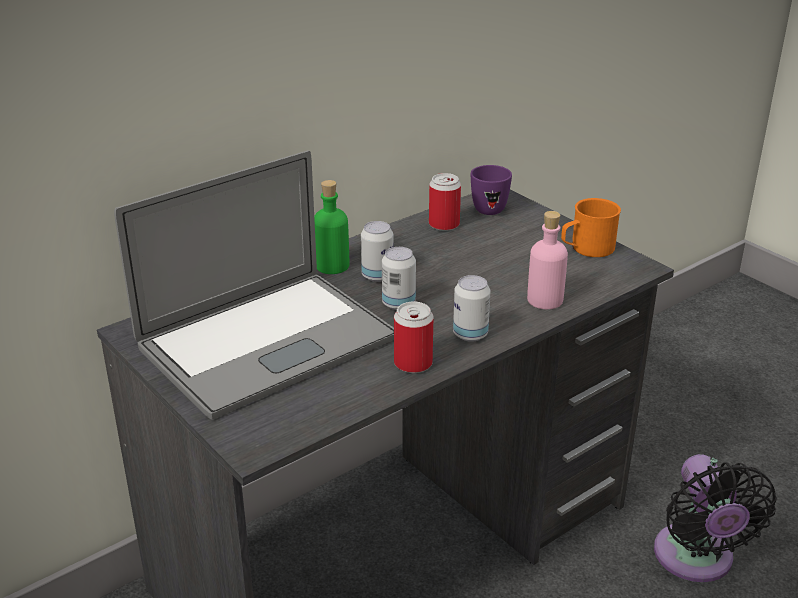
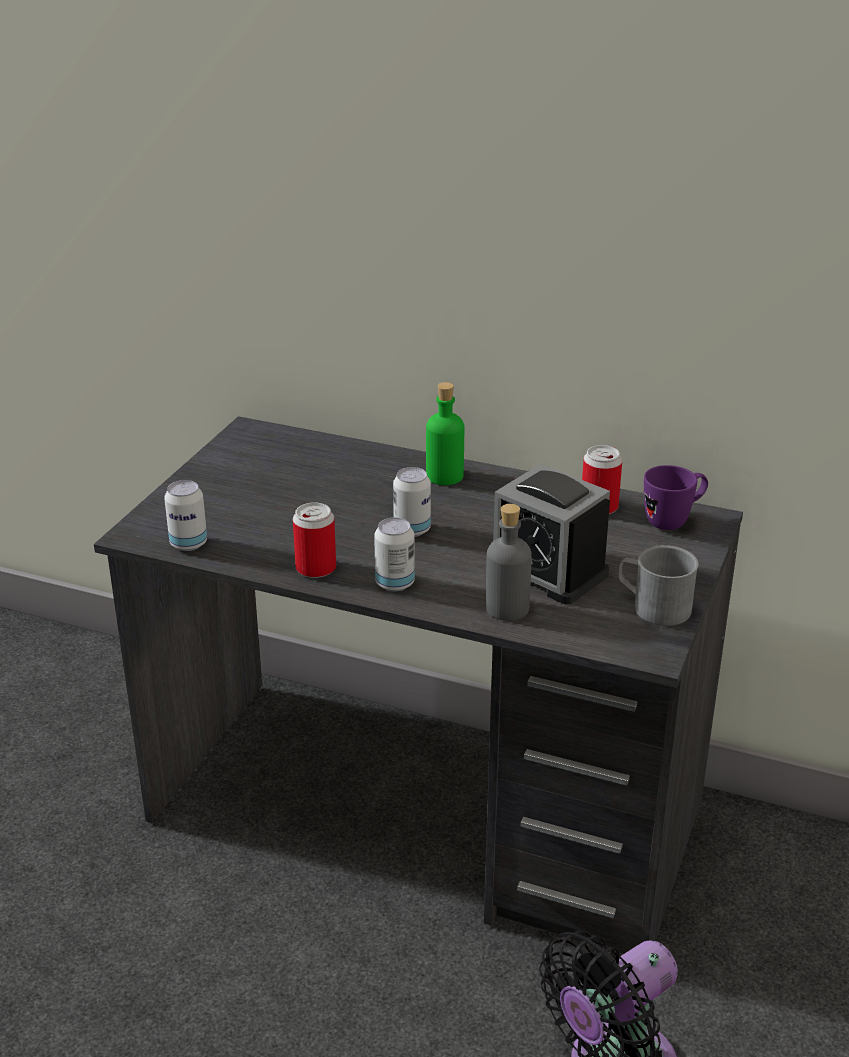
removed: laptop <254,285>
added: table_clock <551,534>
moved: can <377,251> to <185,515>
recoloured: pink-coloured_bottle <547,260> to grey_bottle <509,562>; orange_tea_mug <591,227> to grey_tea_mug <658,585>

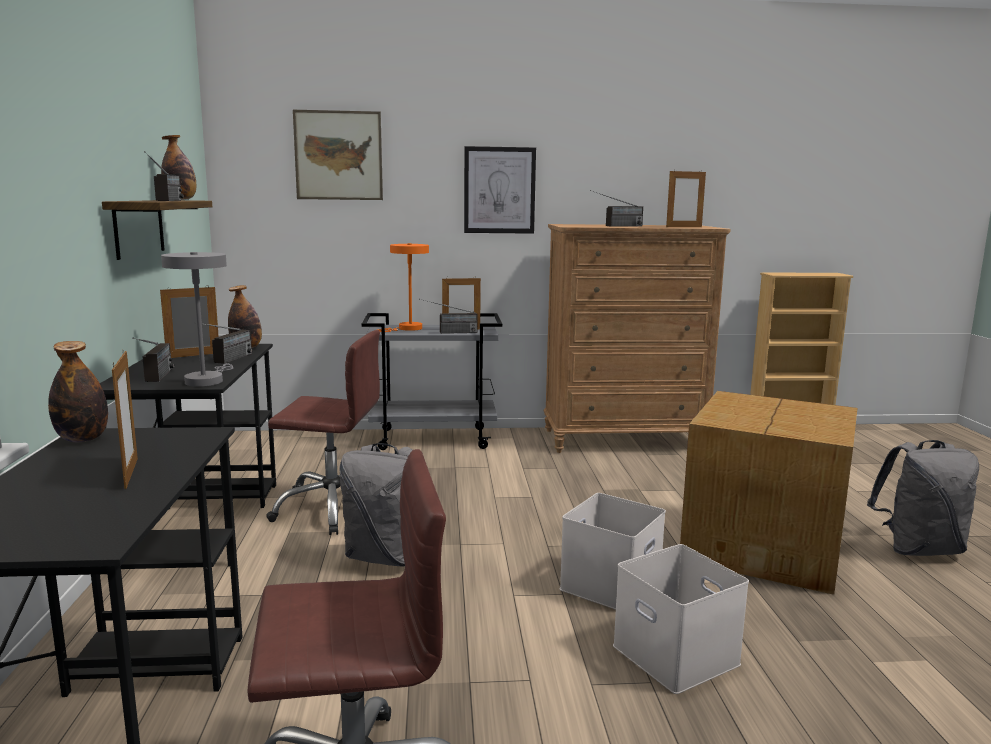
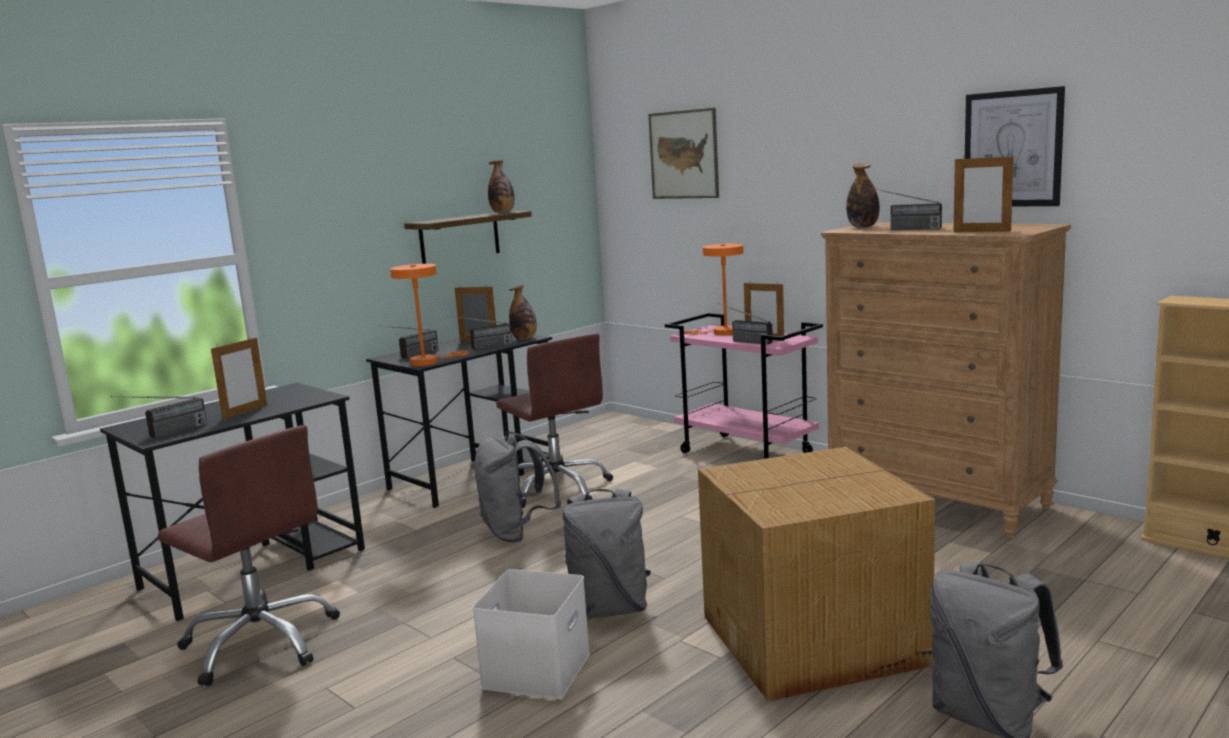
moved: bottle <78,391> to <863,196>; radio_receiver <164,176> to <159,417>; picture <500,190> to <1015,146>
replaced: white-coloured_storage_bin <612,551> to grey_backpack <606,553>
recoloured: grey_tabletop_lamp <197,319> to orange_tabletop_lamp <429,315>; grey_cart <432,381> to pink-coloured_cart <744,386>

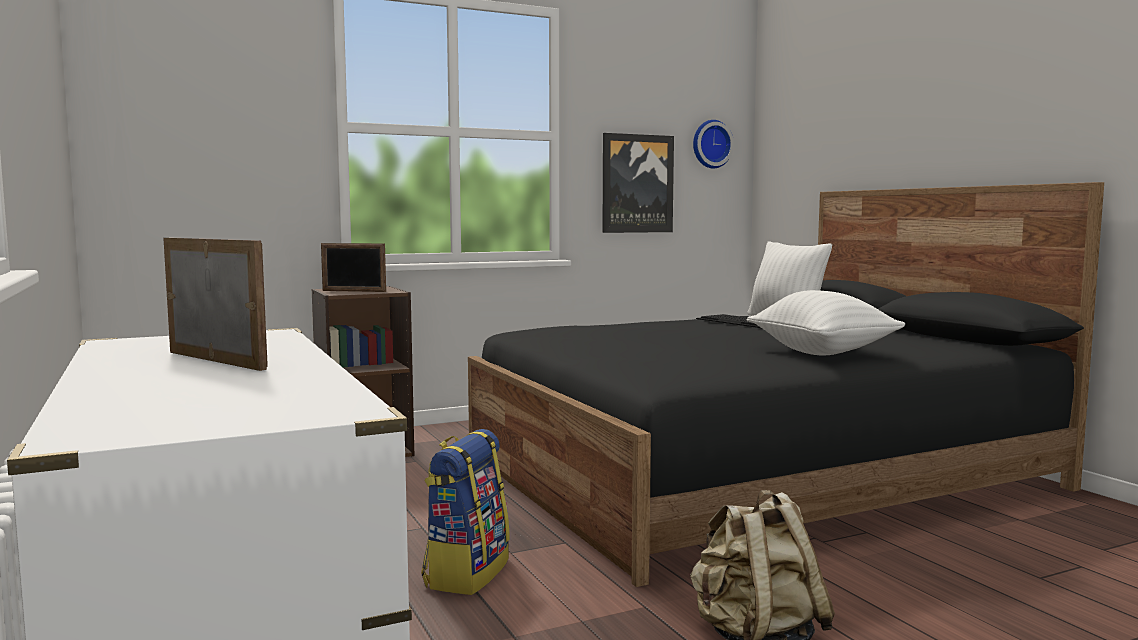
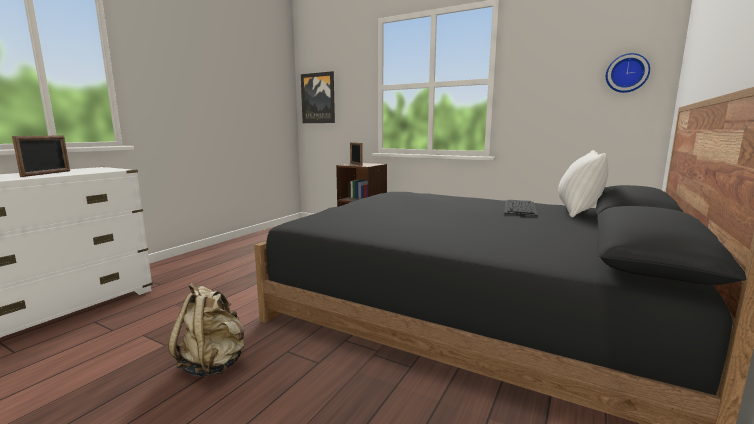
removed: backpack <465,512>; white-coloured_throw_pillow <826,322>
moved: picture <638,183> to <318,97>

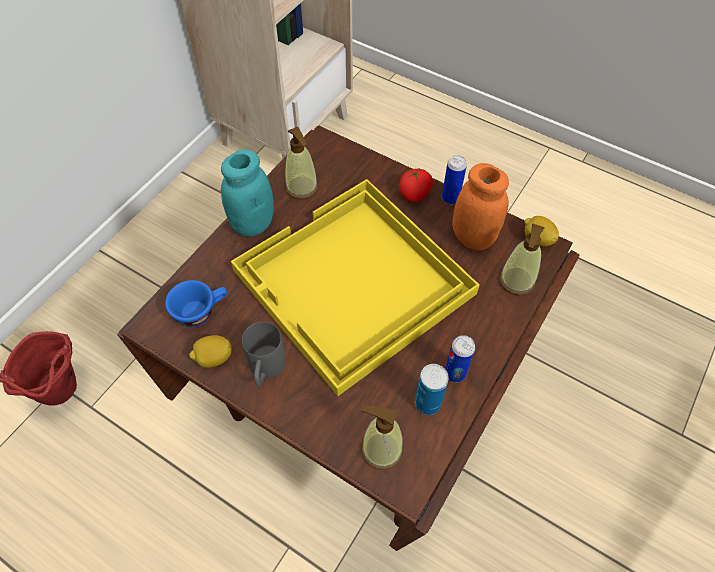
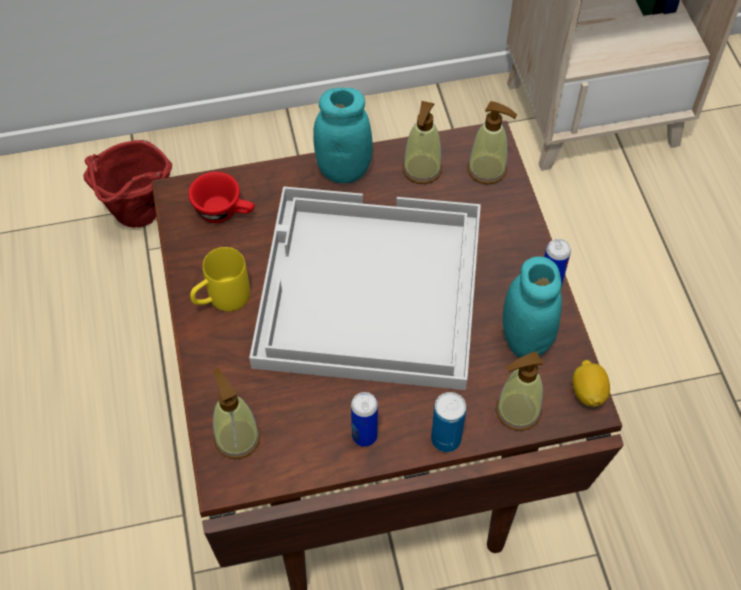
removed: lemon <210,351>; tomato <416,185>
added: soap_dispenser <492,143>
moved: can <432,389> to <448,422>
recoloured: blue-coloured_drinking_cup <196,303> to reddish_drinking_cup <221,197>; yellow-coloured_tray <355,287> to white-coloured_tray <365,288>; grey_tea_mug <264,354> to yellow-coloured_tea_mug <220,279>; orange_storage_jar <480,206> to turquoise-coloured_storage_jar <532,306>

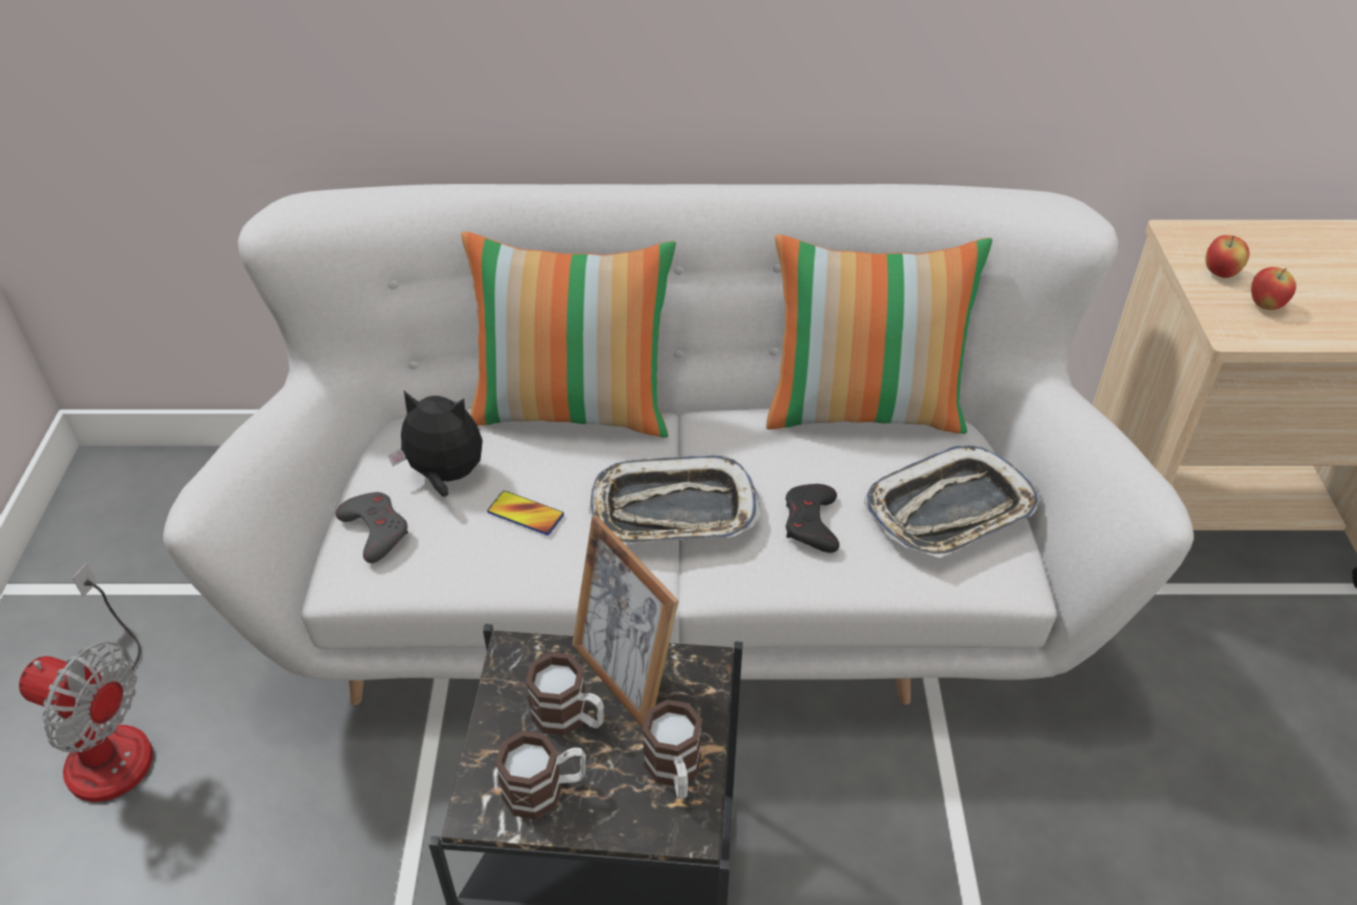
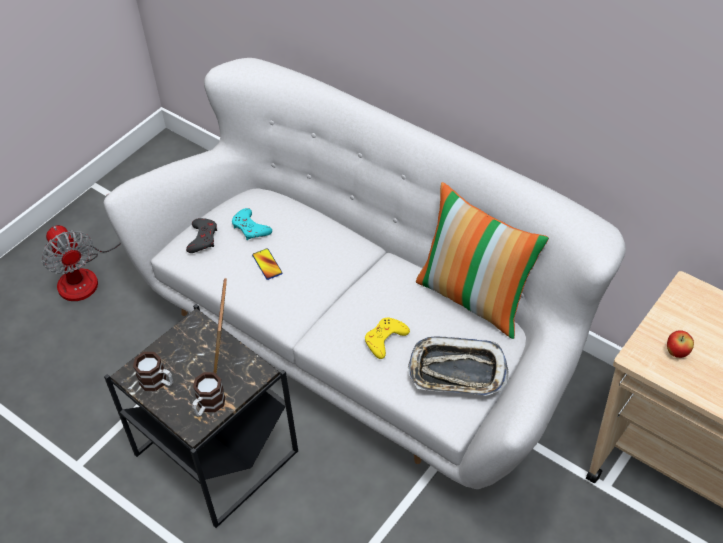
removed: throw_pillow <568,334>; tea_mug <565,694>; tray <675,499>; apple_fruit <1227,256>
replaced: plush_toy <435,444> to turquoise-coloured_gamepad <252,224>
recoloured: black-coloured_gamepad <812,518> to yellow-coloured_gamepad <387,338>

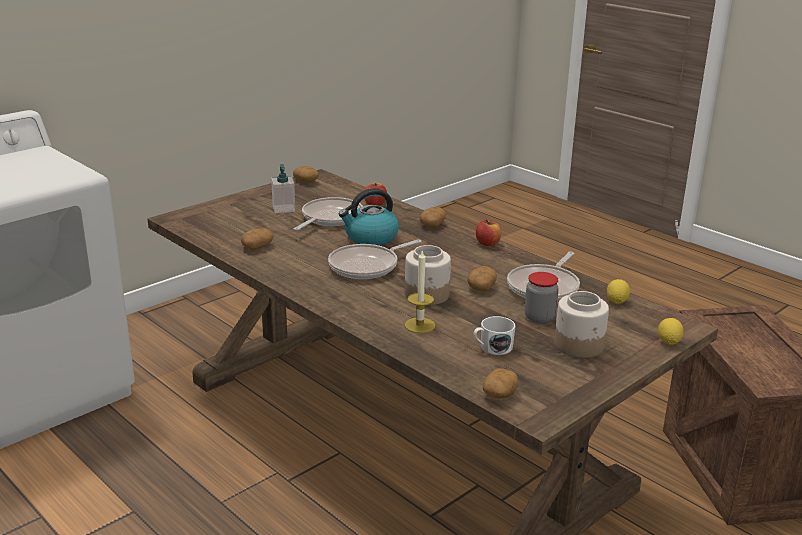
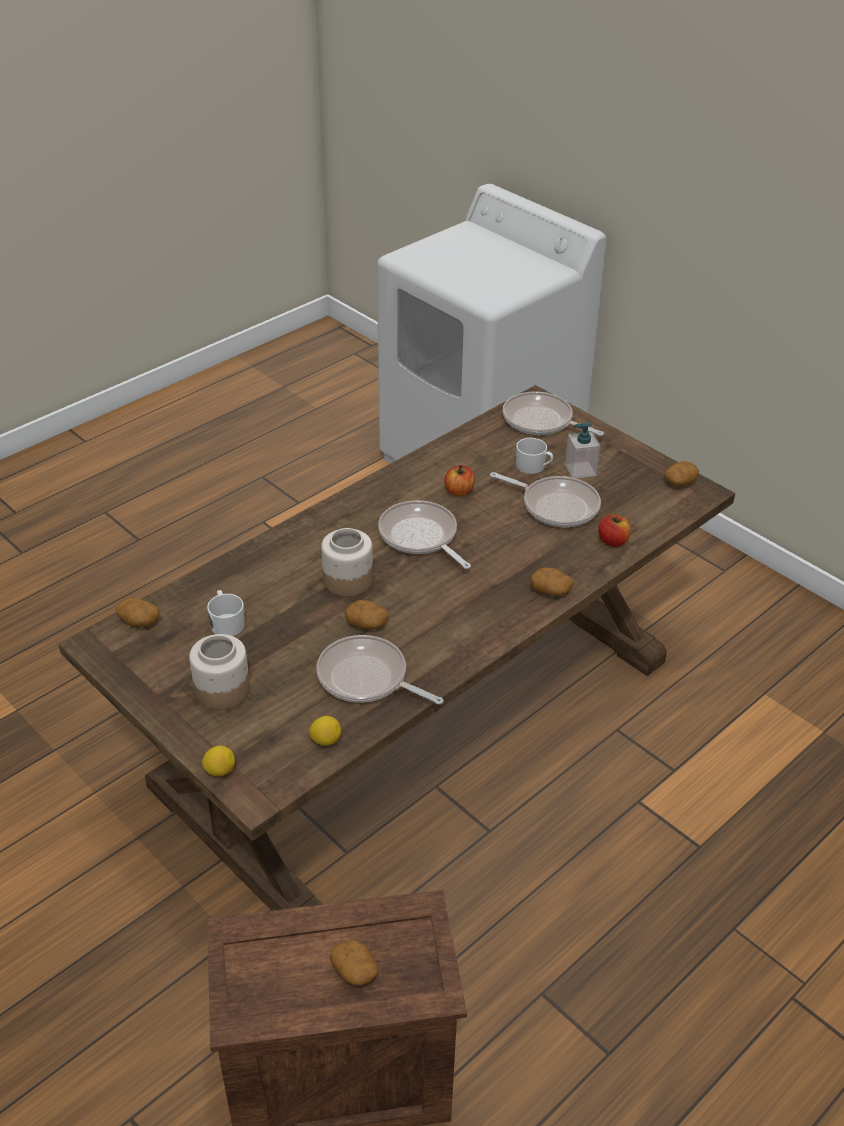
removed: water_kettle <369,216>; candle <420,292>; storage_jar <542,298>
added: frying_pan <553,413>; white-coloured_tea_mug <534,456>
moved: whole_potato <257,239> to <354,962>; apple_fruit <488,233> to <459,480>

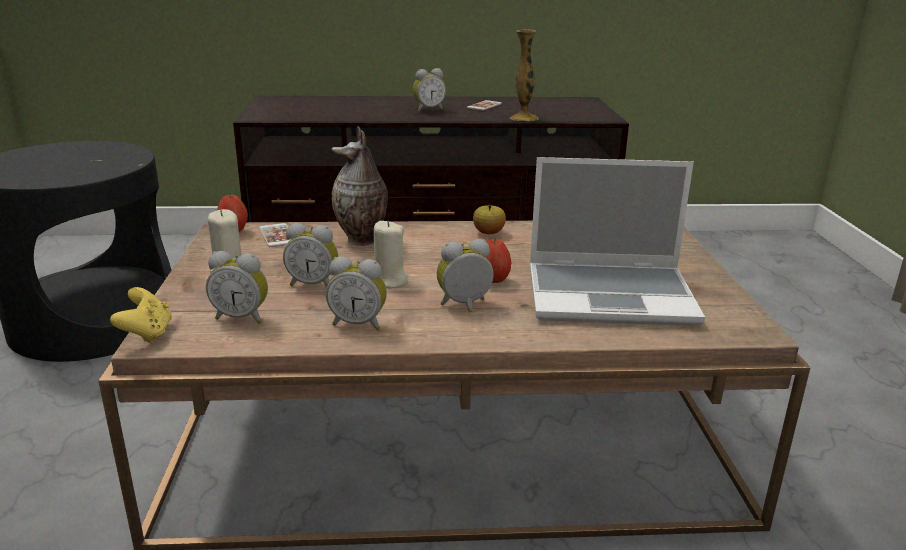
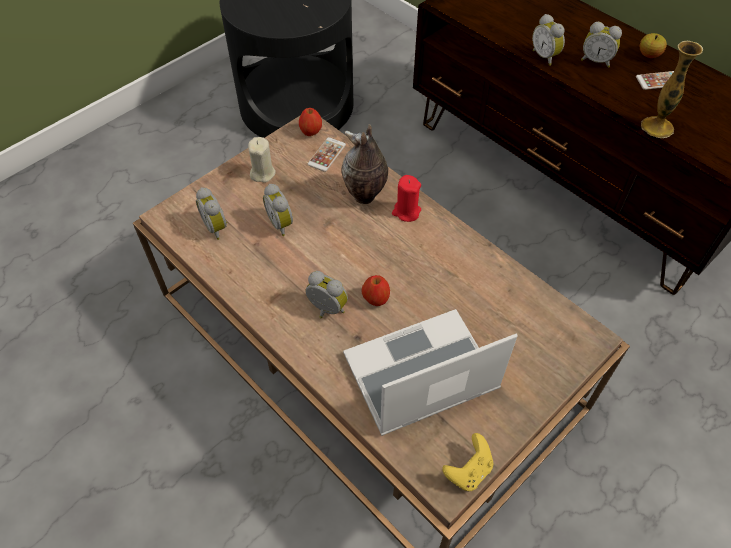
removed: beige-coloured_candle <391,254>
added: reddish_candle <406,198>
moved: yellow-coloured_gamepad <141,315> to <467,462>; table_clock <356,293> to <548,40>; apple_fruit <489,219> to <653,45>
turned: laptop <617,241> = <430,372> 105 degrees clockwise

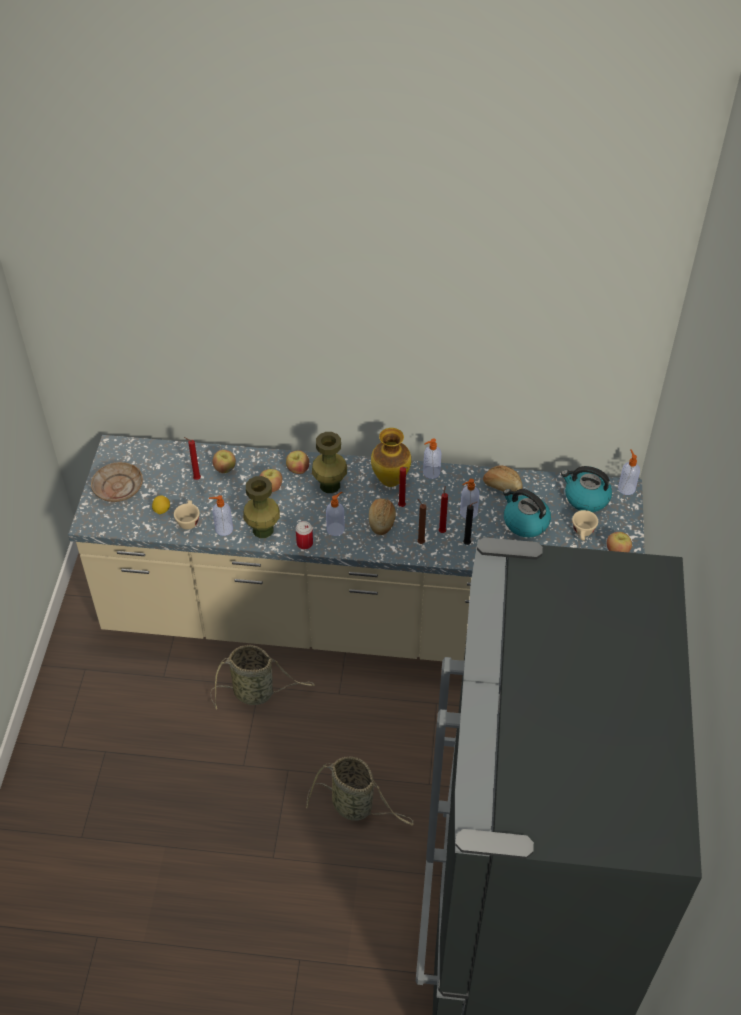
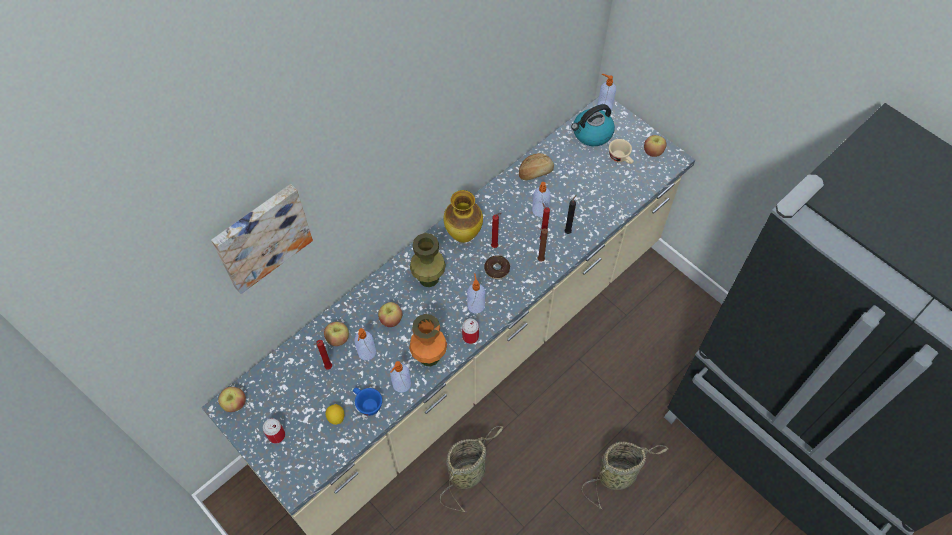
removed: water_kettle <527,513>
added: picture <262,239>
moved: apple_fruit <297,462> to <232,399>; soap_dispenser <432,458> to <365,344>
replaced: beige-coloured_flat_dish <117,482> to can <274,431>; bread <382,517> to ring_doughnut <497,267>
recoloured: beige-coloured_drinking_cup <187,515> to blue-coloured_drinking_cup <367,402>; greenish_flower_vase <261,507> to orange_flower_vase <428,340>

